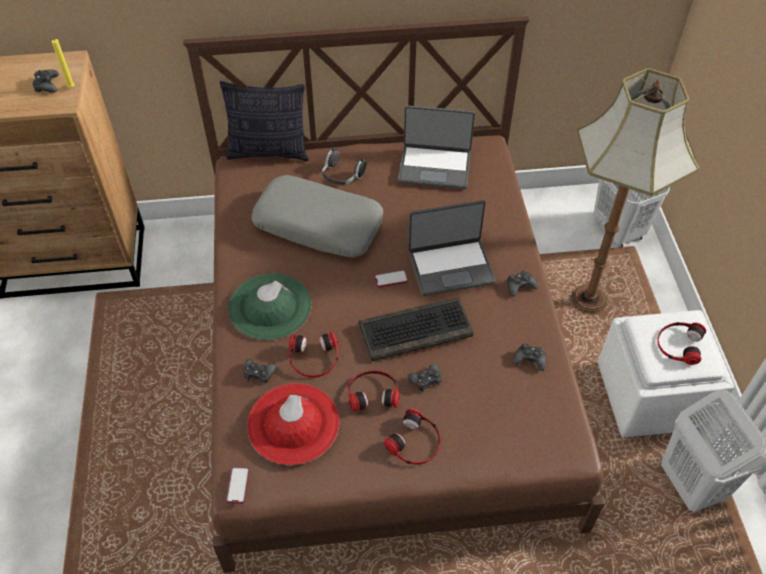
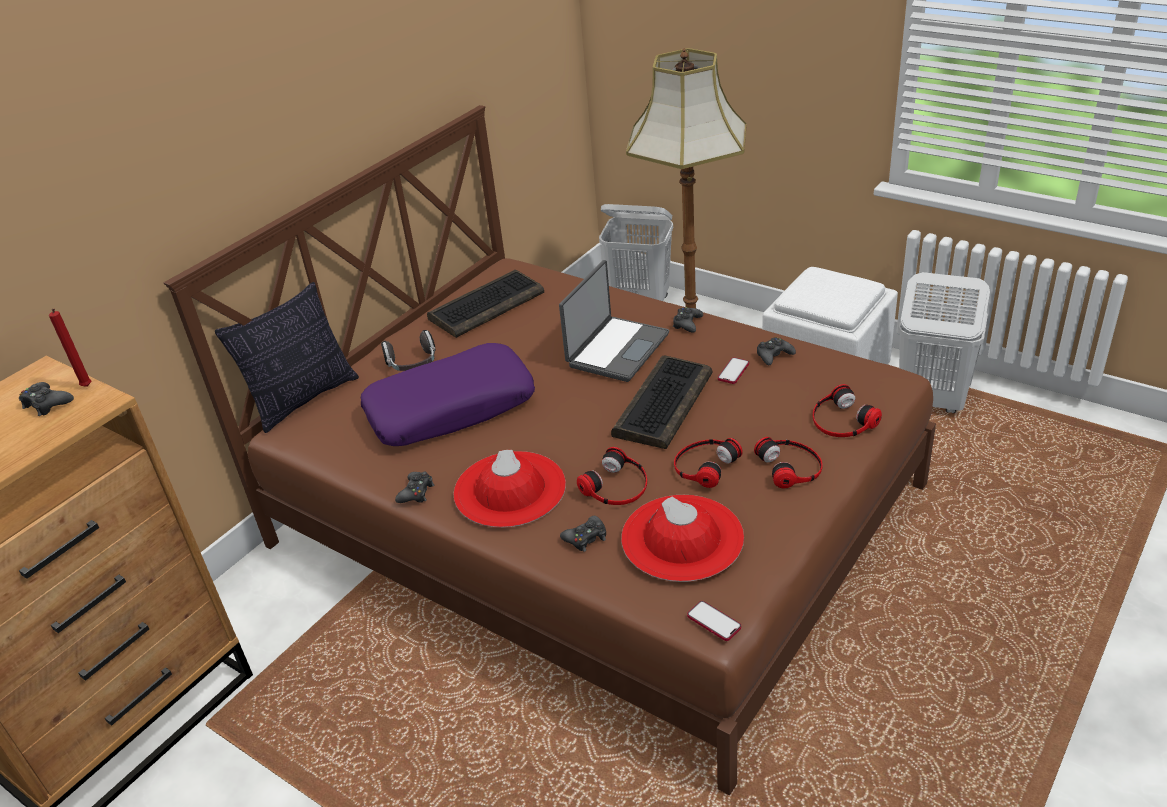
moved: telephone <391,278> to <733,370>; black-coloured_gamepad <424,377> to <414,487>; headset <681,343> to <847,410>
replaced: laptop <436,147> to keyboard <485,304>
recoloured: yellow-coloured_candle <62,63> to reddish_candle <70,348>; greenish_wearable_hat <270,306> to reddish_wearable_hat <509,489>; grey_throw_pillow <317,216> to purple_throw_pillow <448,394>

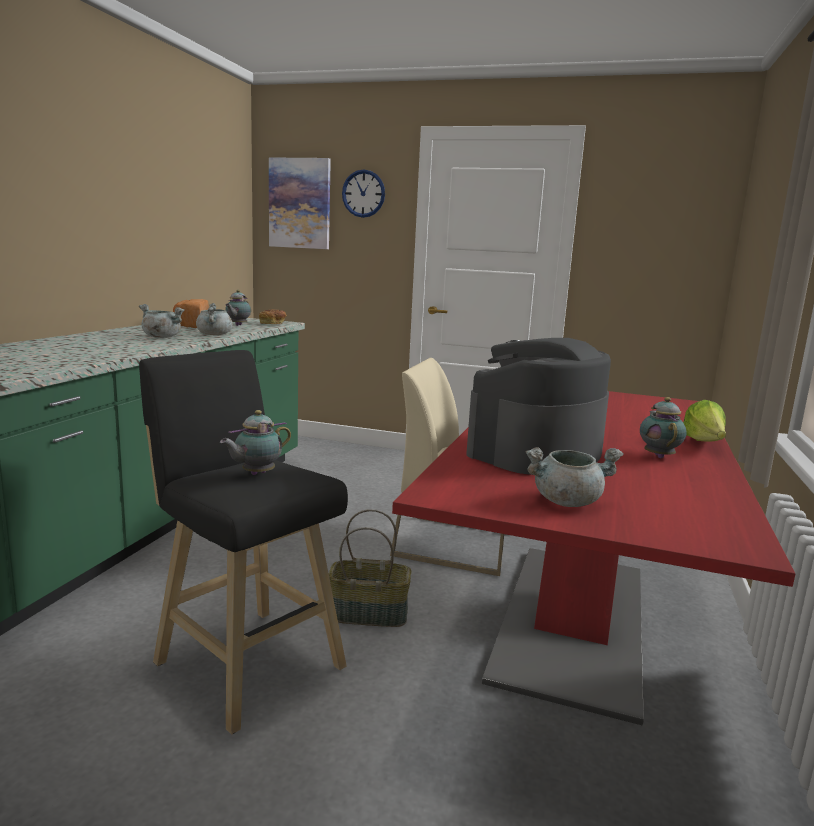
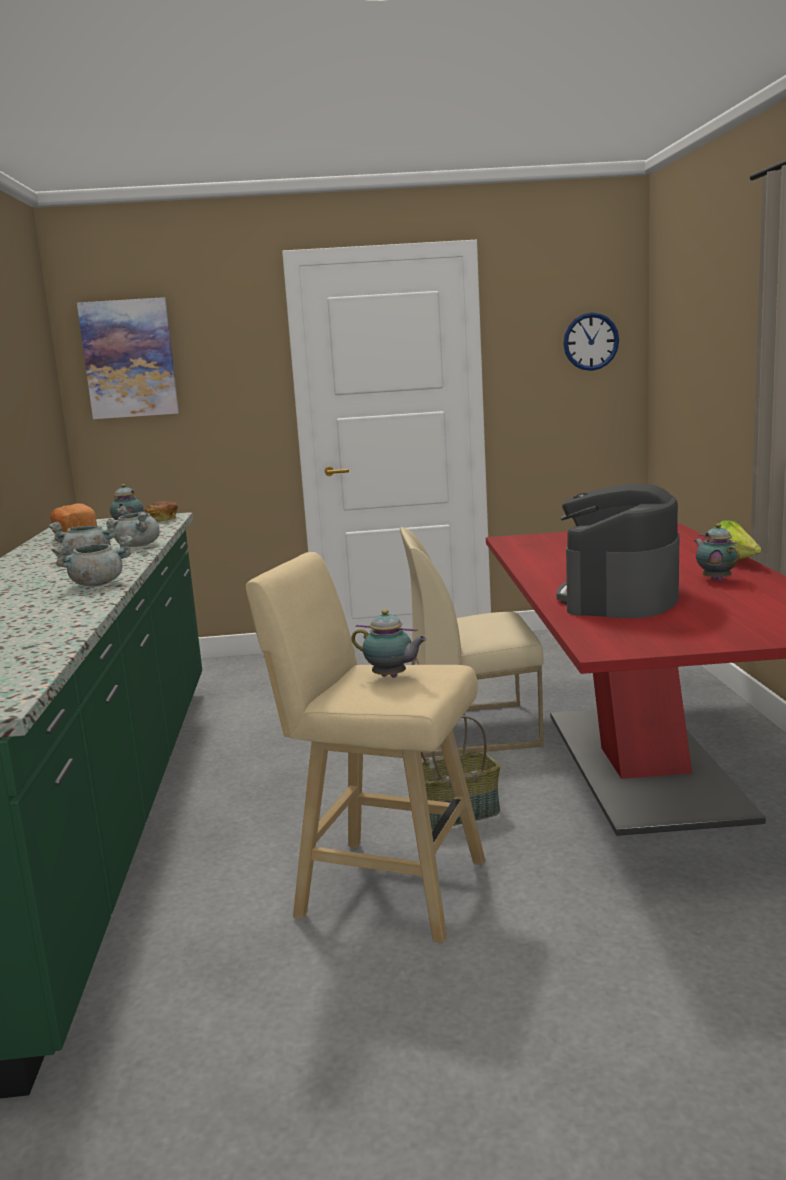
moved: wall_clock <363,193> to <591,342>; grey_saucepot <575,477> to <92,561>
recoloured: black-coloured_stool <243,542> to beige-coloured_stool <365,747>
turned: teapot <255,442> = <389,643> 90 degrees counterclockwise

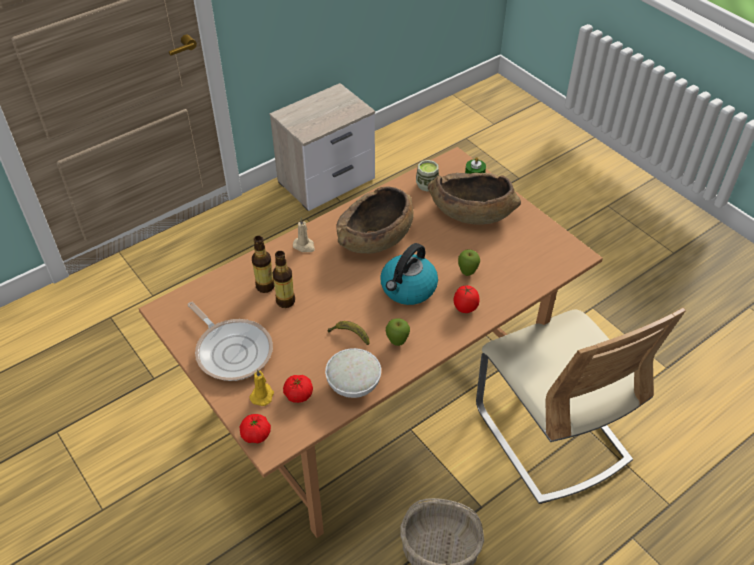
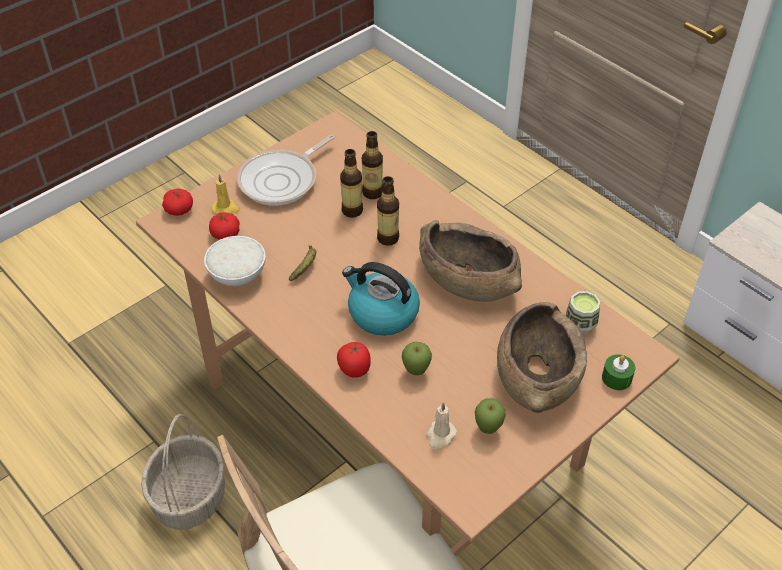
added: bottle <388,211>
moved: beige-coloured_candle <304,235> to <442,425>; apple_fruit <398,332> to <490,416>

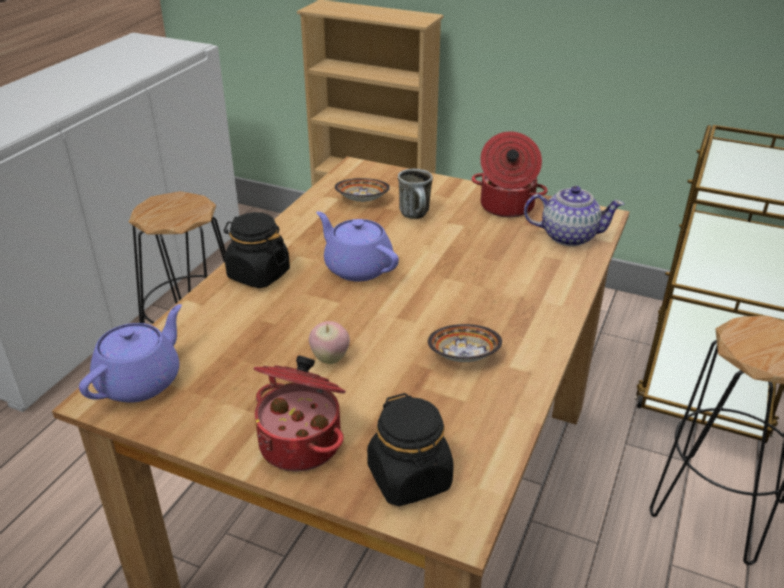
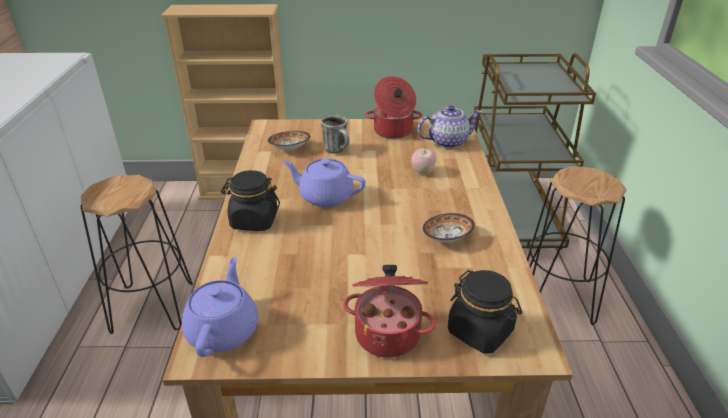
moved: apple_fruit <329,342> to <423,161>

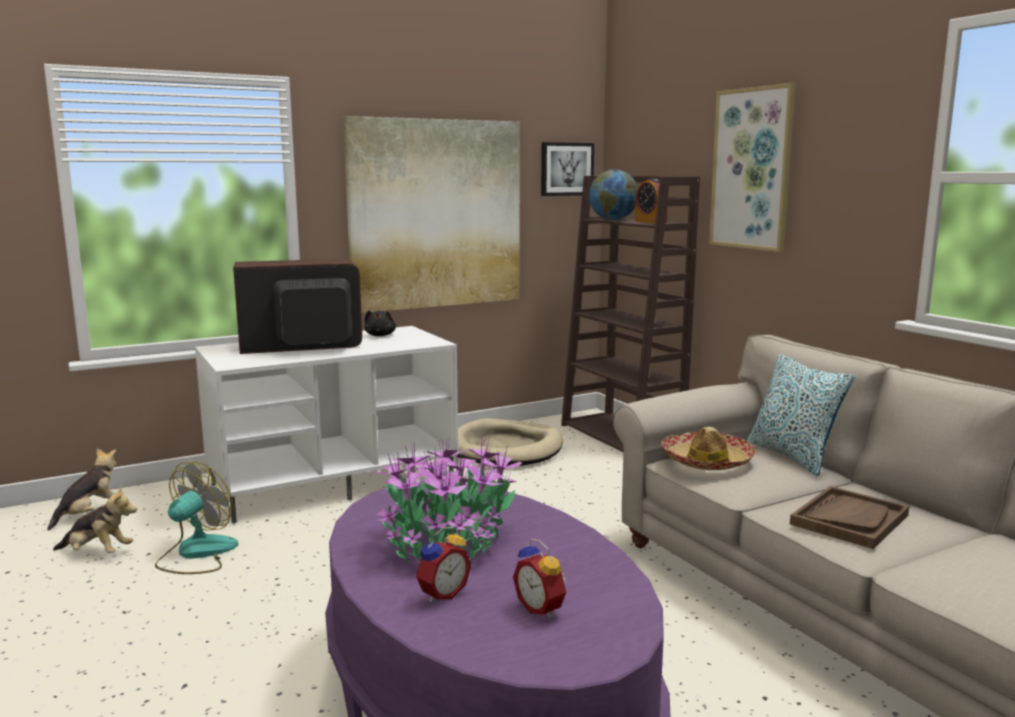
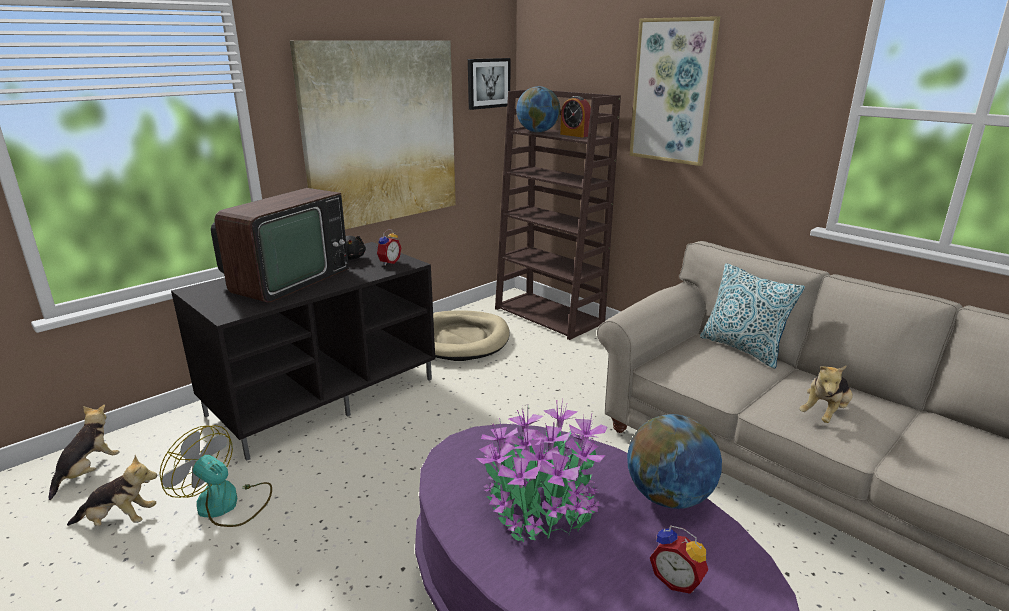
removed: wearable_hat <708,448>
added: desk_globe <674,461>
moved: table_clock <443,565> to <389,247>
replaced: brown_tray <849,517> to plush_toy <826,394>
recoloured: white-coloured_tv_stand <326,425> to black-coloured_tv_stand <303,351>
turned: cooling_fan <196,518> = <215,476> 75 degrees counterclockwise; television <297,306> = <280,245> 150 degrees clockwise

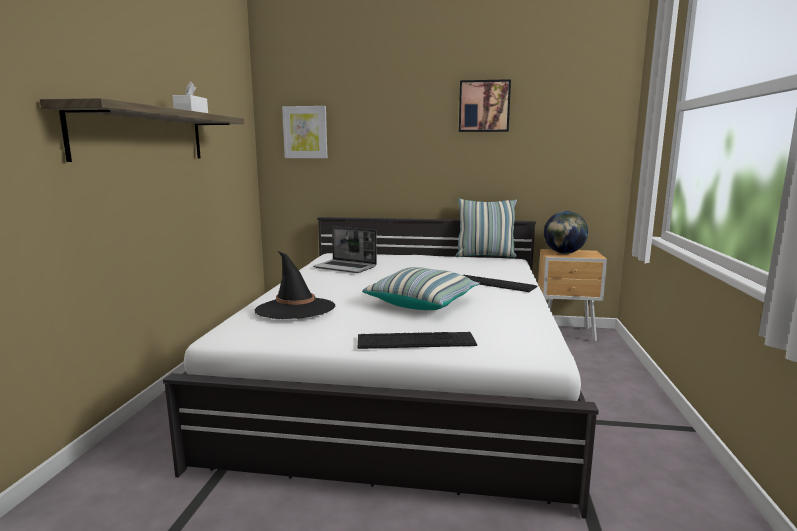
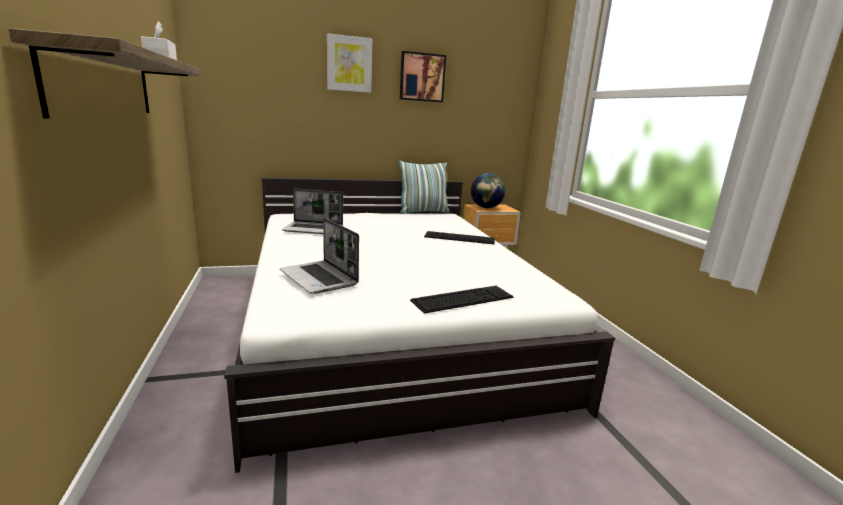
removed: throw_pillow <421,288>
moved: picture <305,132> to <349,63>
replaced: black-coloured_wearable_hat <294,285> to laptop <319,256>

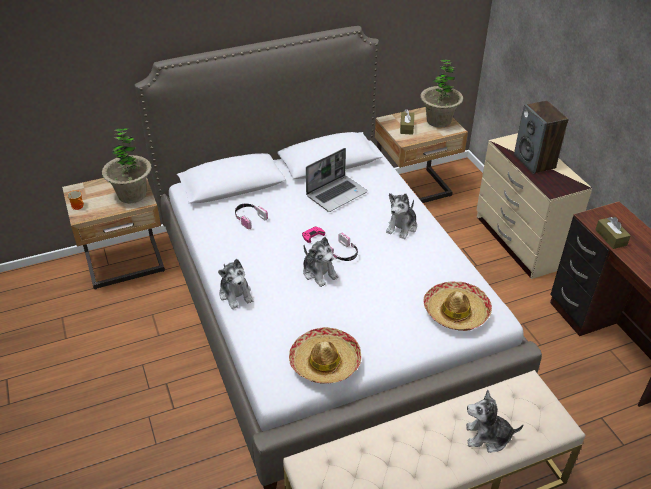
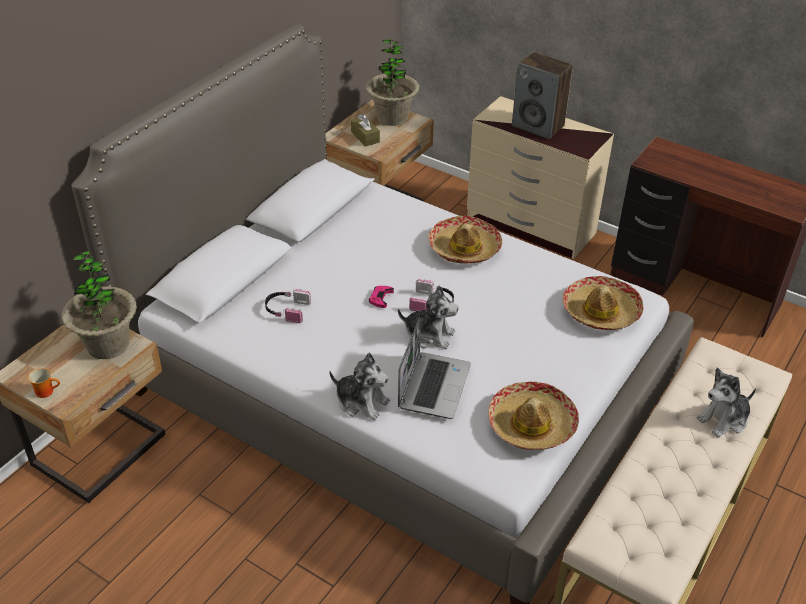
removed: brown_tissue_holder <613,233>
moved: laptop <337,180> to <434,367>
replaced: plush_toy <401,216> to wearable_hat <465,239>

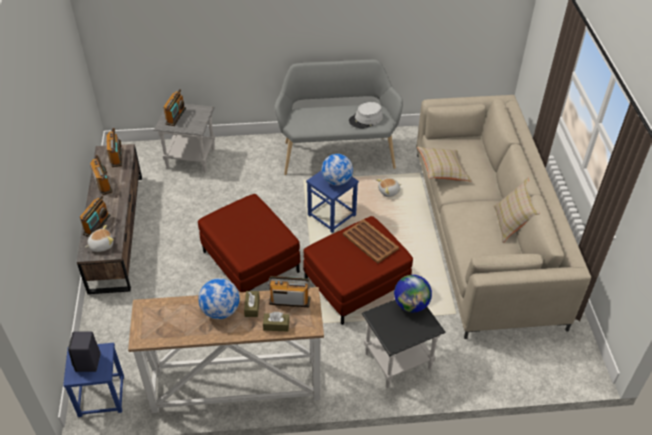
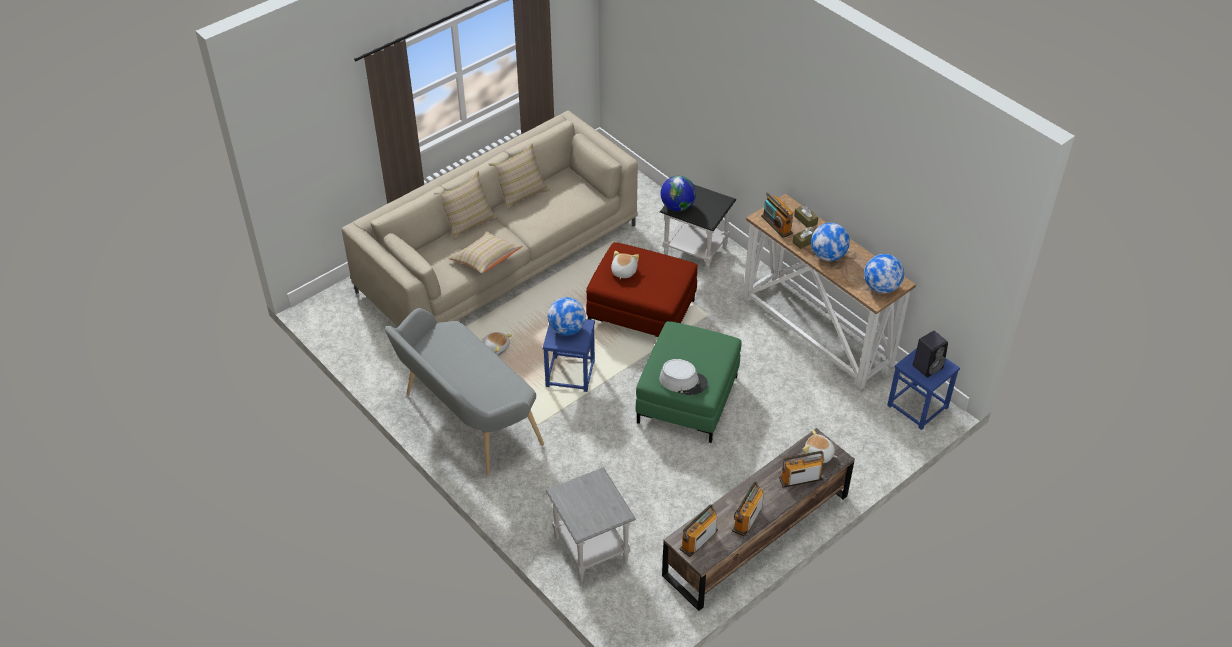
removed: radio_receiver <174,107>
added: beige-coloured_throw_pillow <466,205>; desk_globe <884,273>
moved: grey_wearable_hat <366,115> to <683,377>
replaced: brown_tray <371,241> to plush_toy <625,265>
recoloured: reddish_footrest <249,243> to greenish_footrest <688,382>

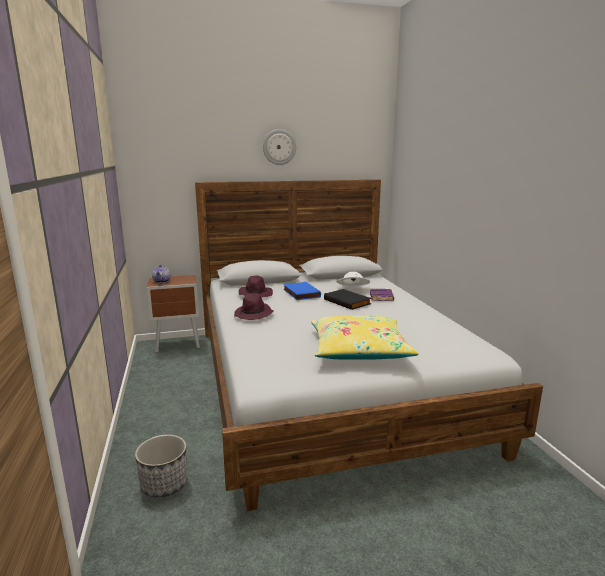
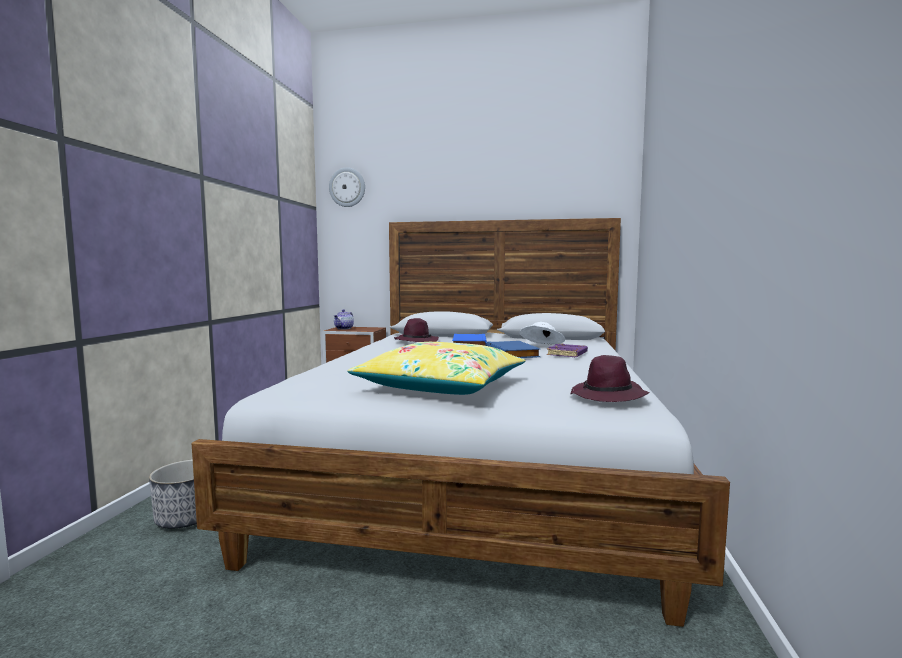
moved: purple_wearable_hat <254,306> to <610,378>; wall_clock <279,147> to <347,187>
recoloured: black-coloured_volume <347,299> to blue-coloured_volume <513,349>

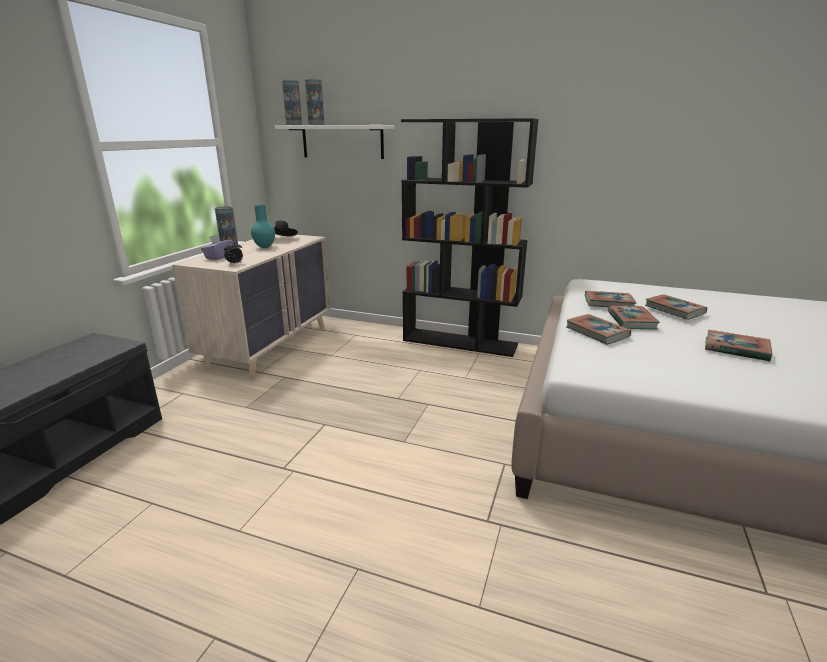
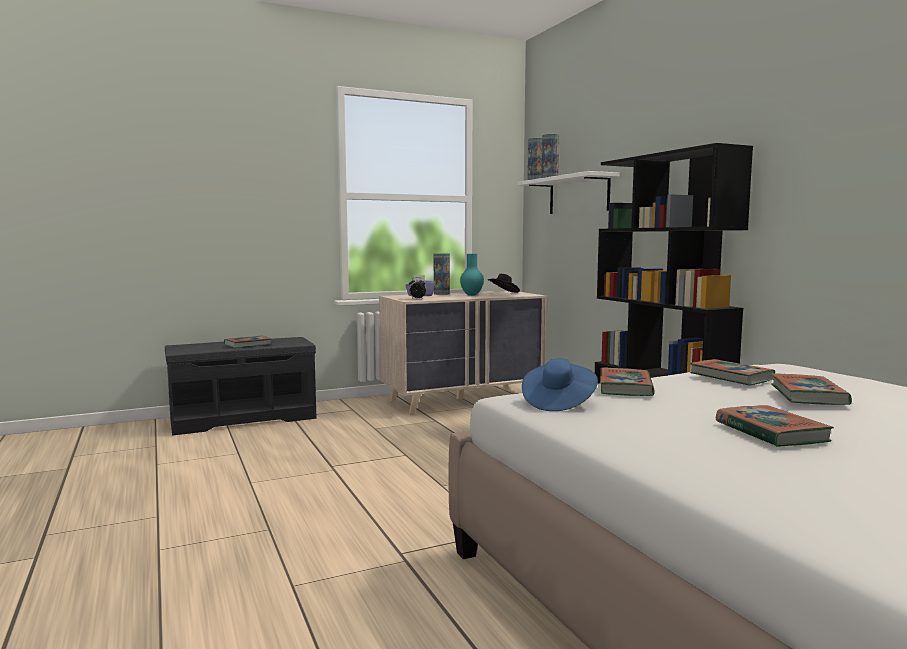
added: blue-coloured_wearable_hat <560,384>
moved: volume <634,317> to <248,342>

